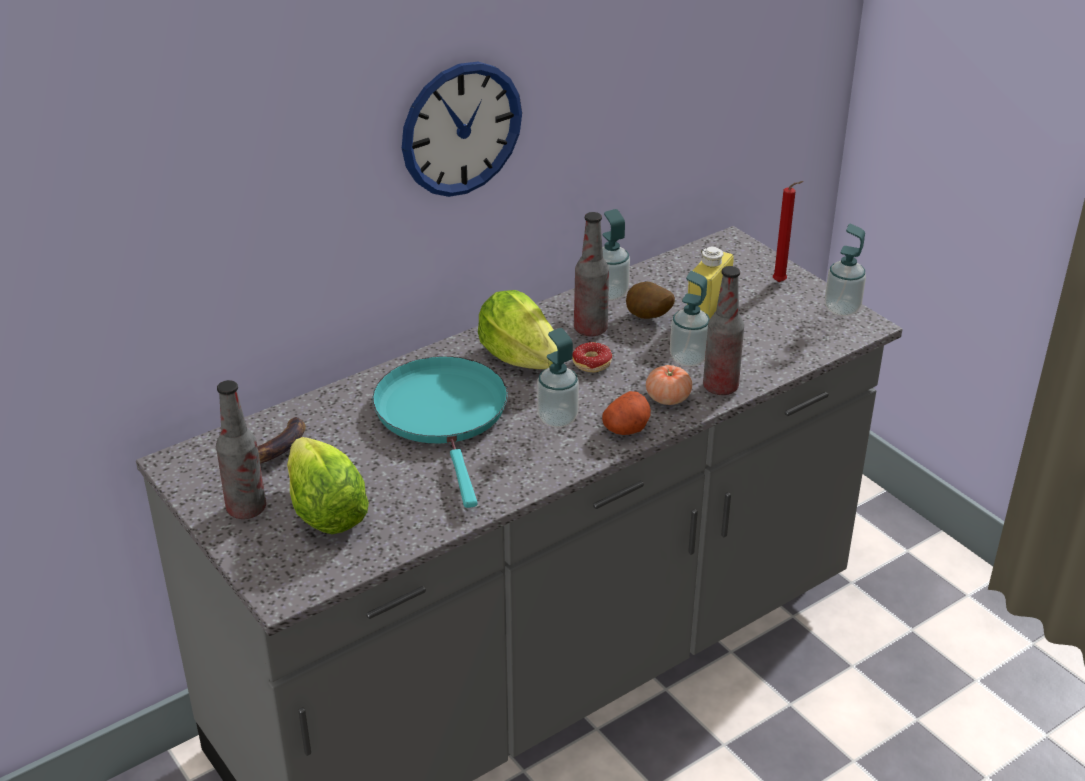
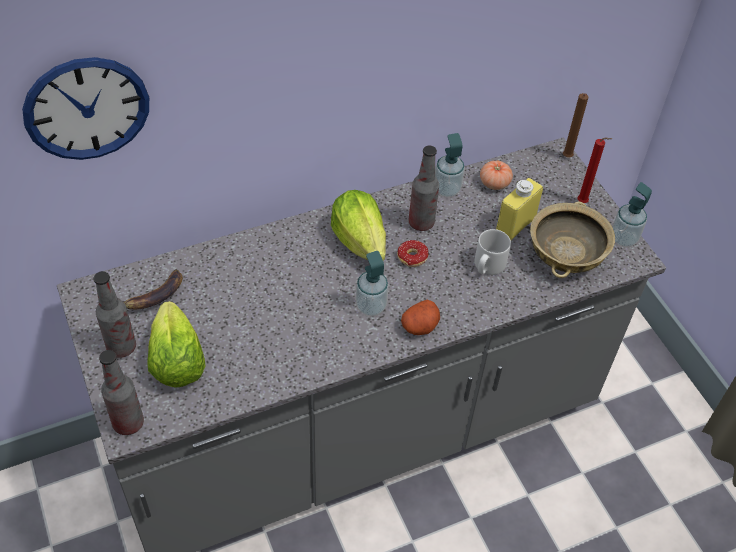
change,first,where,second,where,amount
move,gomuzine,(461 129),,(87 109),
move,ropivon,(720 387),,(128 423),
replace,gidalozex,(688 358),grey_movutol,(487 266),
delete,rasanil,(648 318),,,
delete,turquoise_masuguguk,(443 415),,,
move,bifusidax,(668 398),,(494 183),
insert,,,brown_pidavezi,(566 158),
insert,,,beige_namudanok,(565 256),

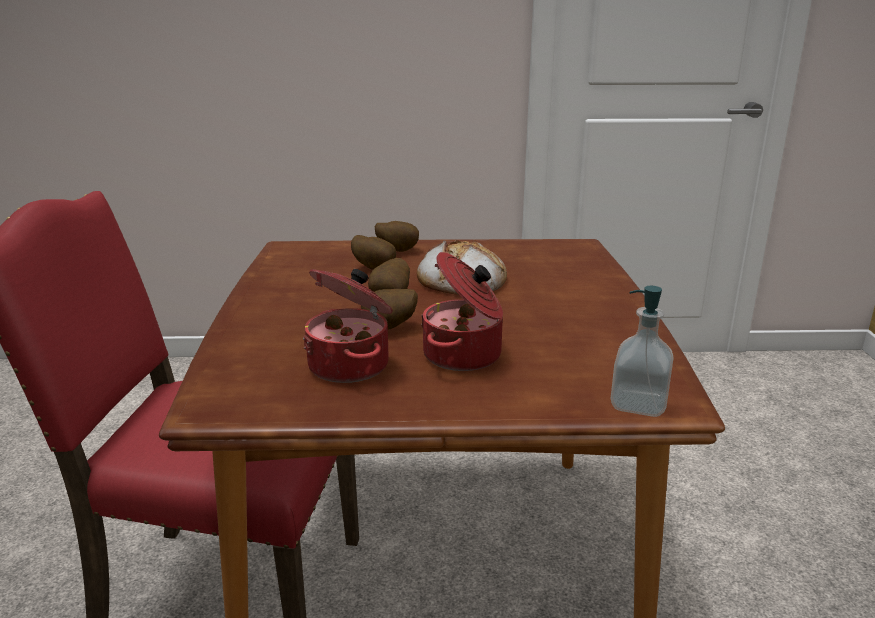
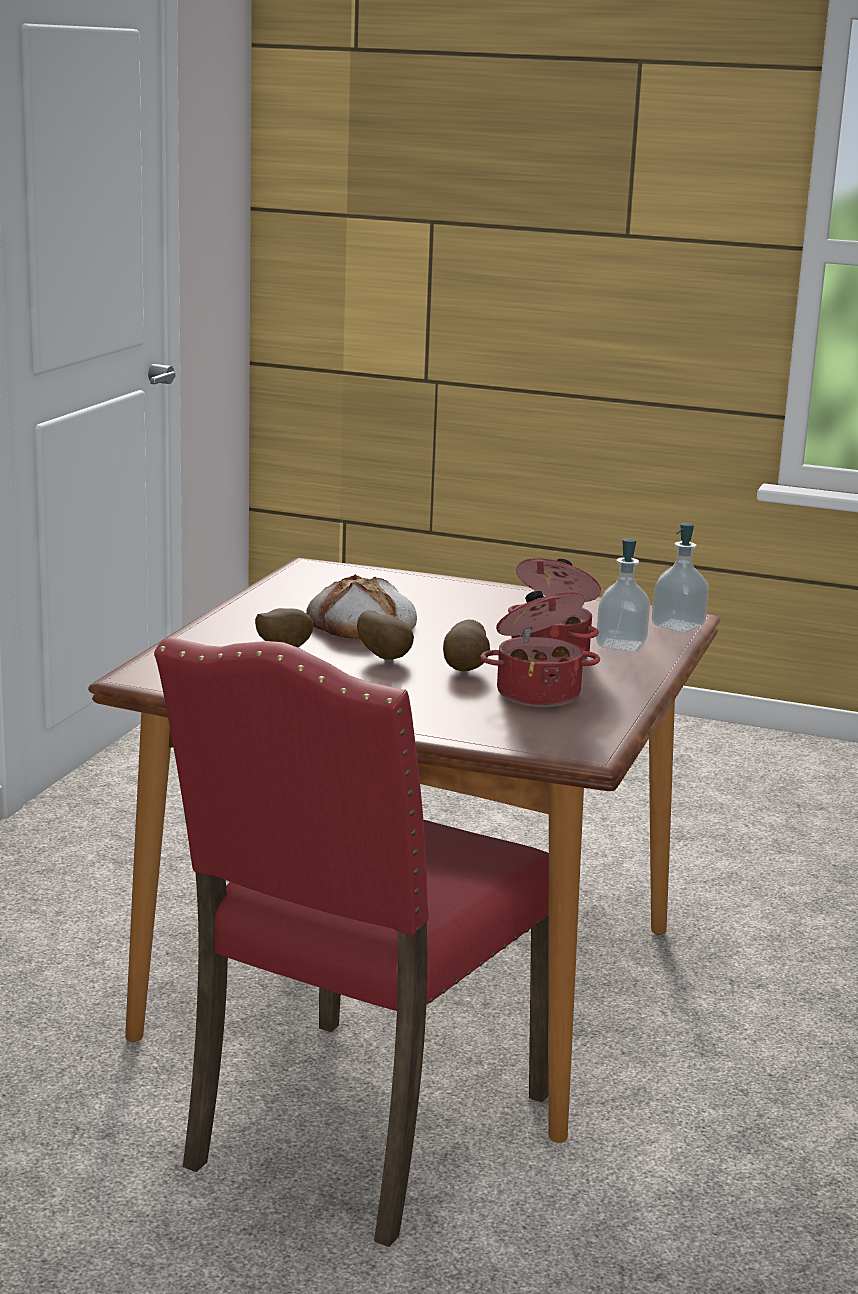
change,first,where,second,where,amount
delete,rasanil,(397 250),,,
insert,,,gidalozex,(621 645),

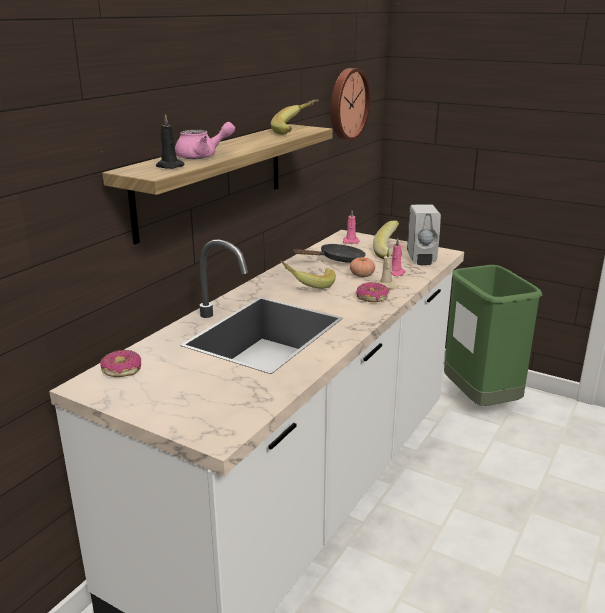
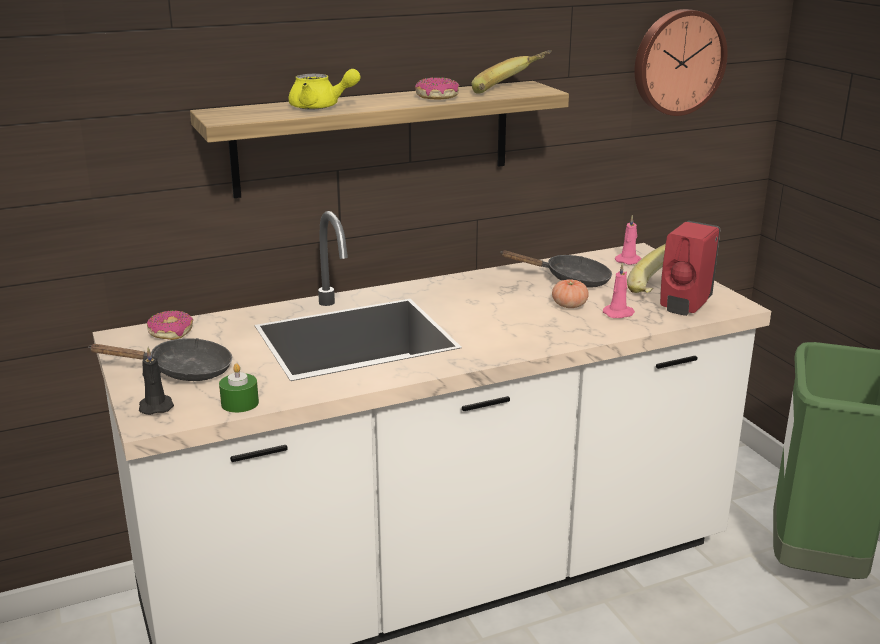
change,first,where,second,where,amount
move,black_pidavezi,(168 166),,(156 406),
recolor,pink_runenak,(202 156),yellow_runenak,(321 107),
recolor,white_gidalozex,(421 260),red_gidalozex,(684 306),
delete,beige_pidavezi,(387 286),,,
delete,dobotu,(308 285),,,
move,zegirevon,(372 298),,(437 97),
insert,,,black_masuguguk,(182 371),
insert,,,green_pidavezi,(240 403),

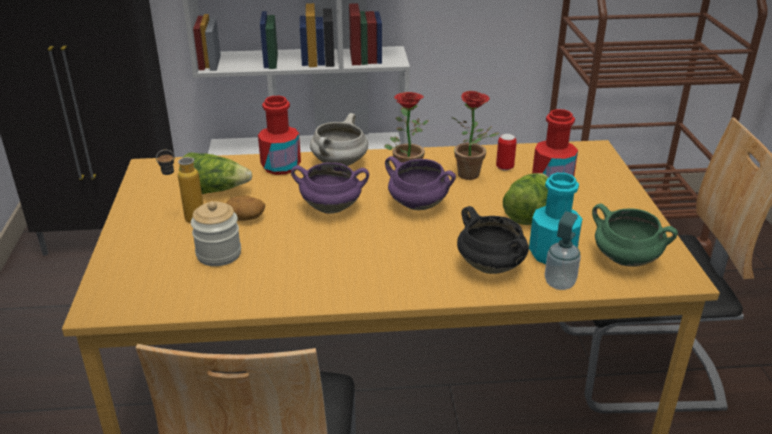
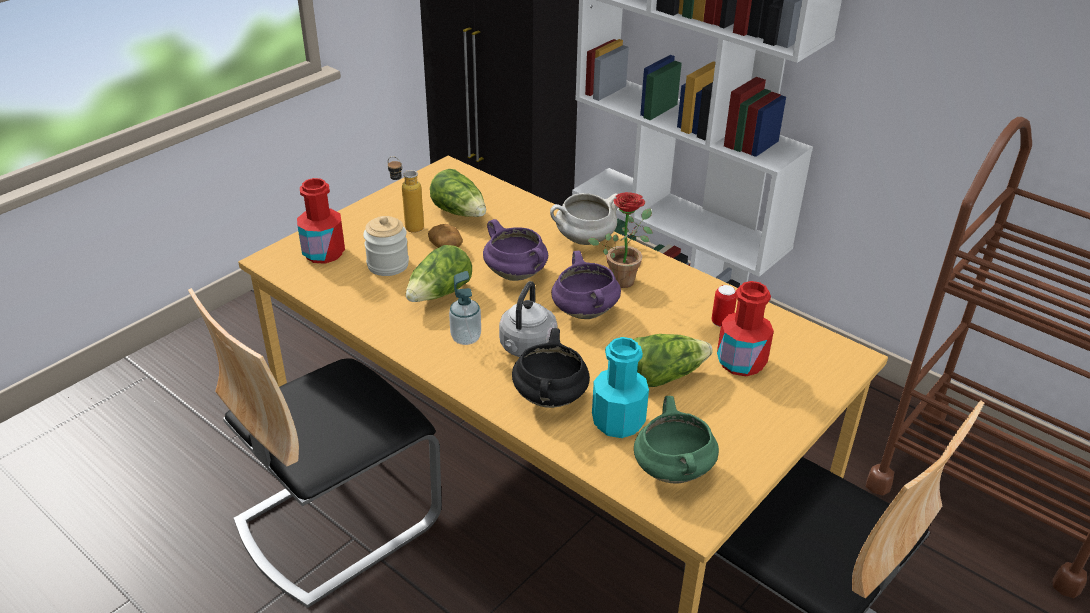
change,first,where,second,where,amount
delete,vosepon,(473 176),,,
move,red_ropivon,(281 166),,(324 253),
move,gidalozex,(559 283),,(466 338),
insert,,,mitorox,(439 294),
insert,,,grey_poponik,(526 348),

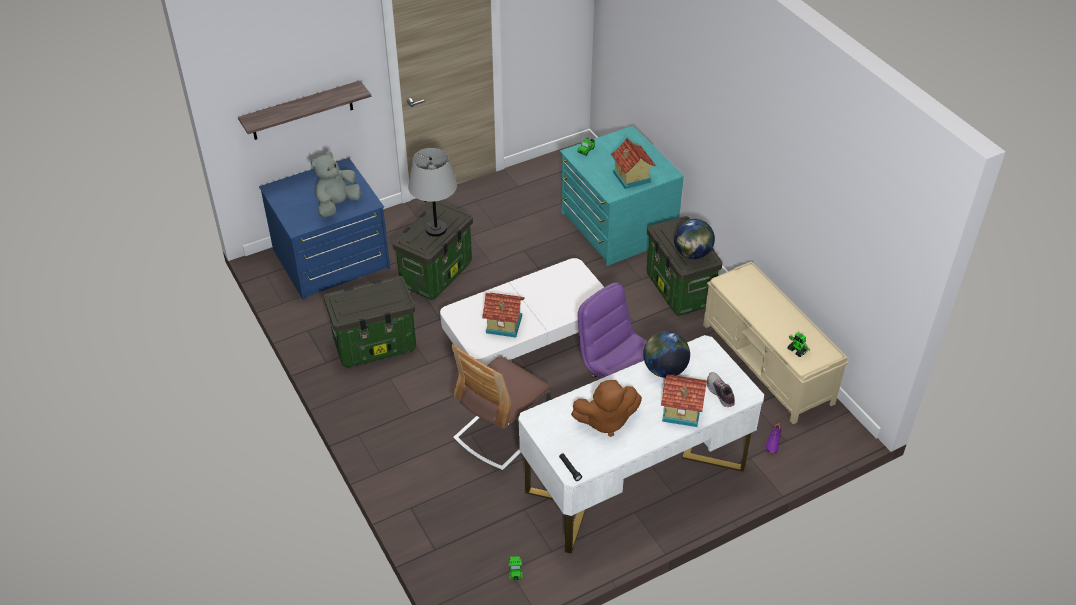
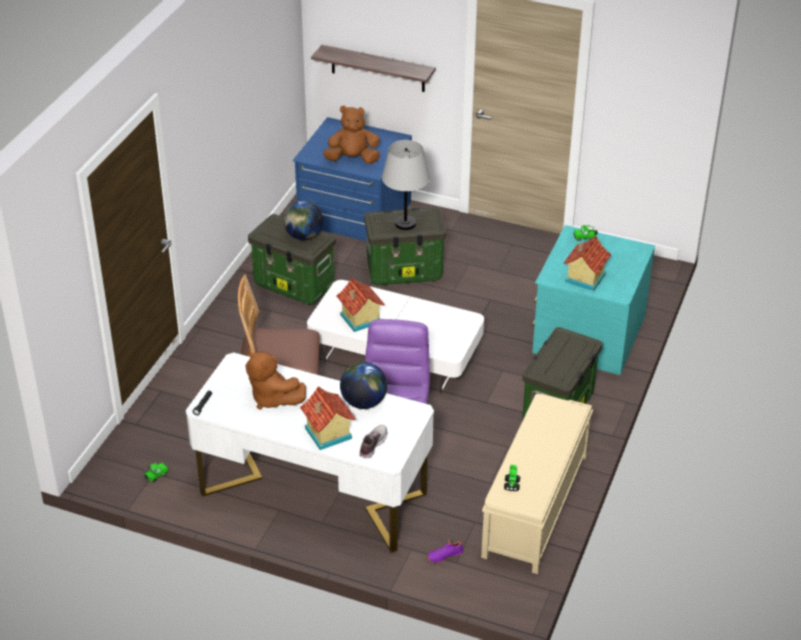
change,first,where,second,where,amount
recolor,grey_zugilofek,(337 205),brown_zugilofek,(352 159),
move,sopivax,(692 254),,(303 236),

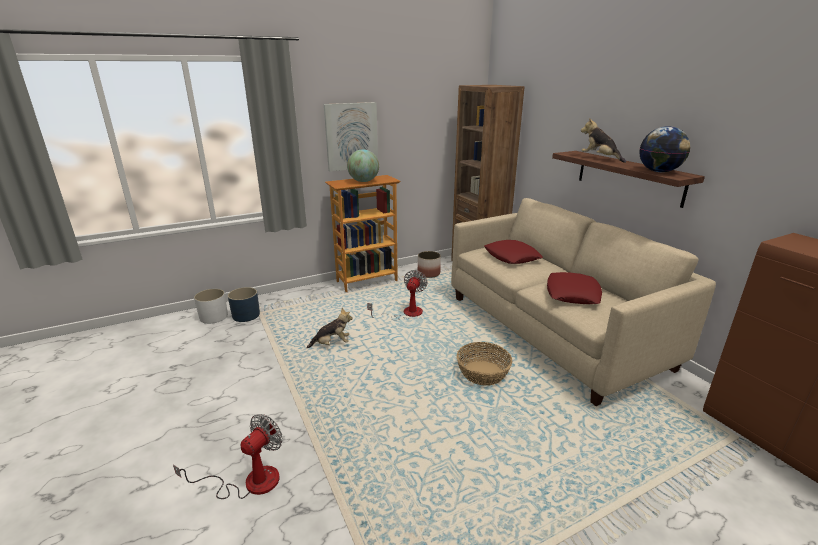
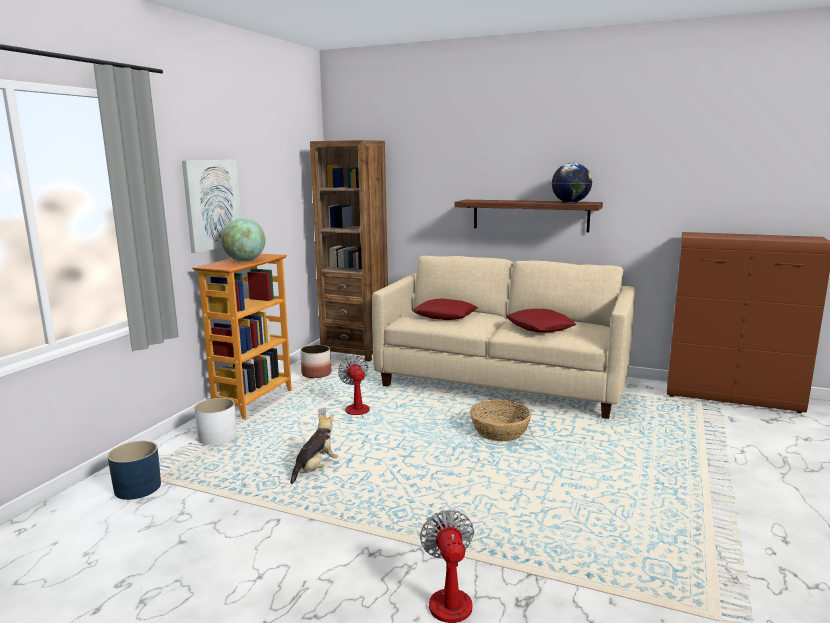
change,first,where,second,where,amount
delete,zugilofek,(600 158),,,
move,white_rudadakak,(214 316),,(217 437),

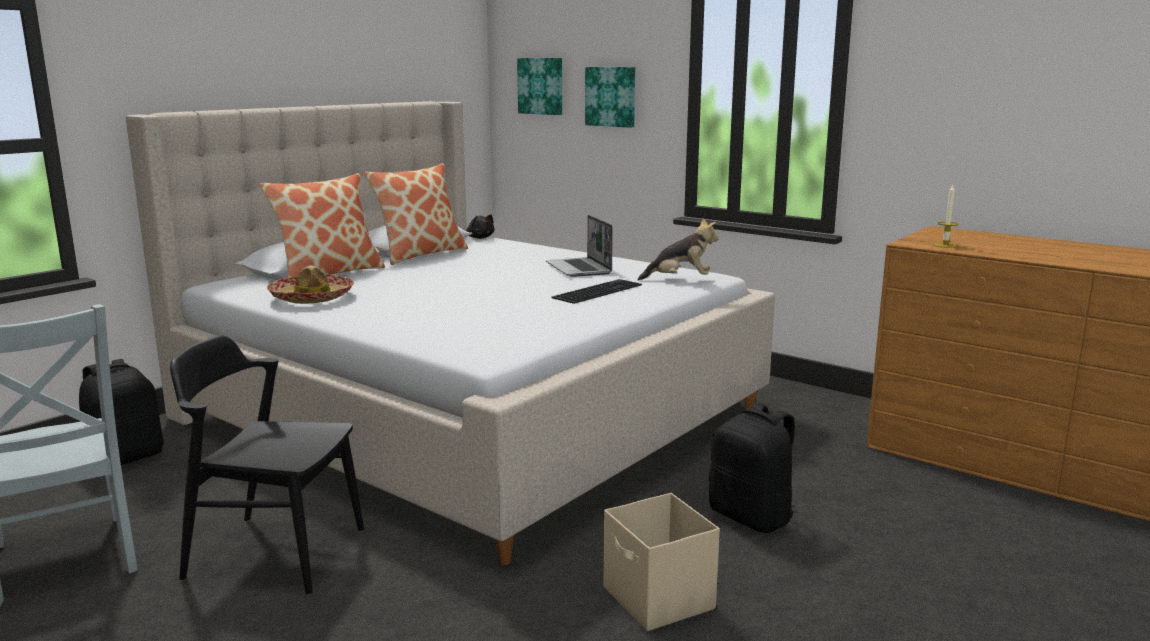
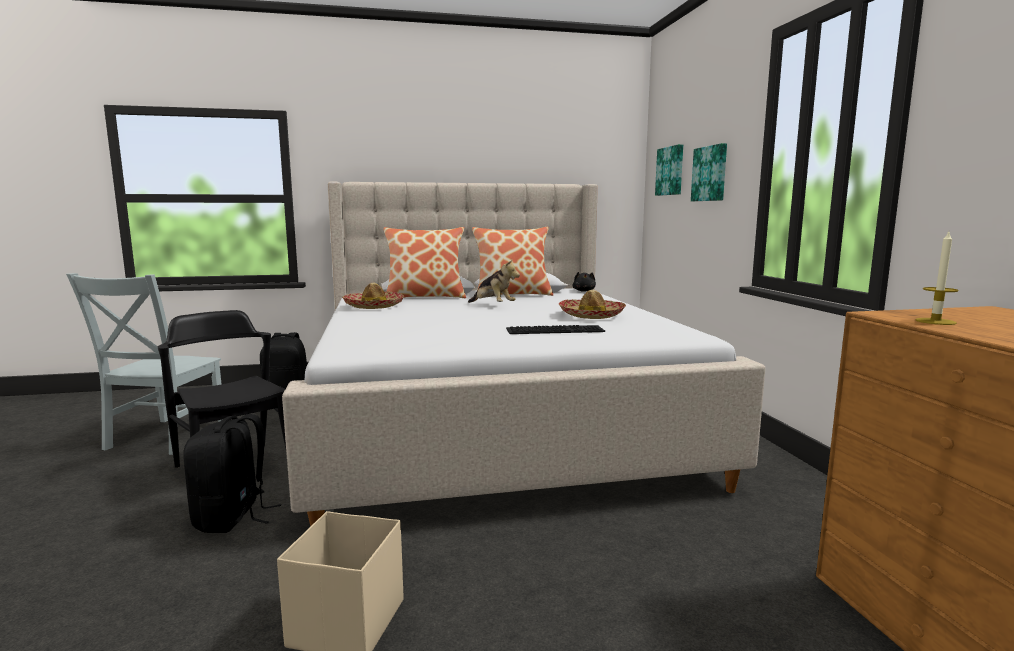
change,first,where,second,where,amount
replace,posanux,(579 269),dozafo,(591 315),
move,zugilofek,(680 280),,(493 305),
move,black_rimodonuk,(752 517),,(232 517),

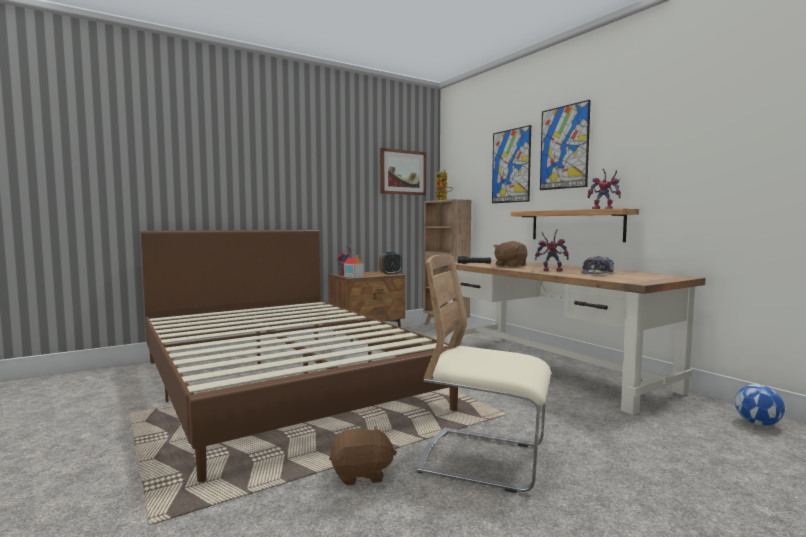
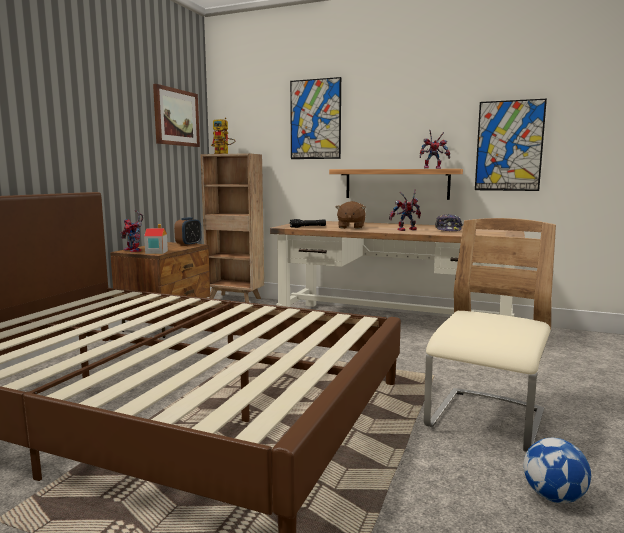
change,first,where,second,where,amount
move,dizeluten,(564 147),,(509 146),
rotate,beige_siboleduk,(483 459),,(486 421),135 degrees clockwise
move,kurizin,(757 424),,(553 497),
delete,brown_zugilofek,(361 474),,,

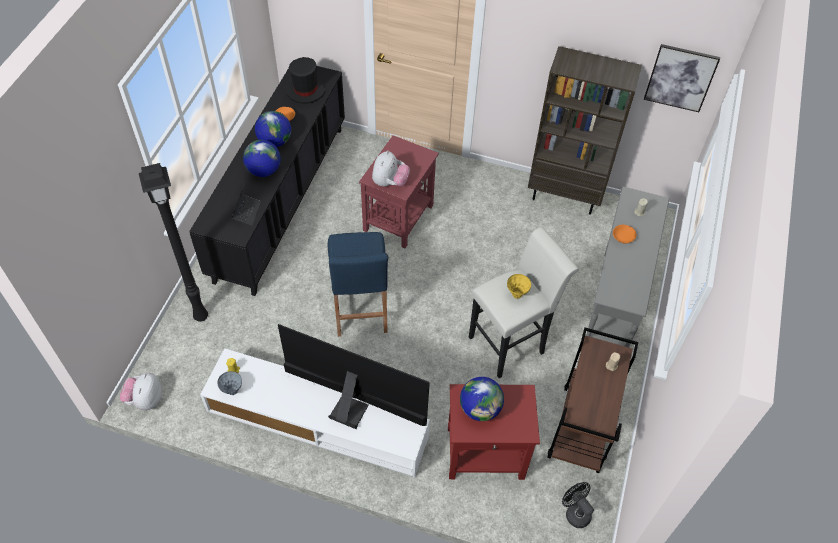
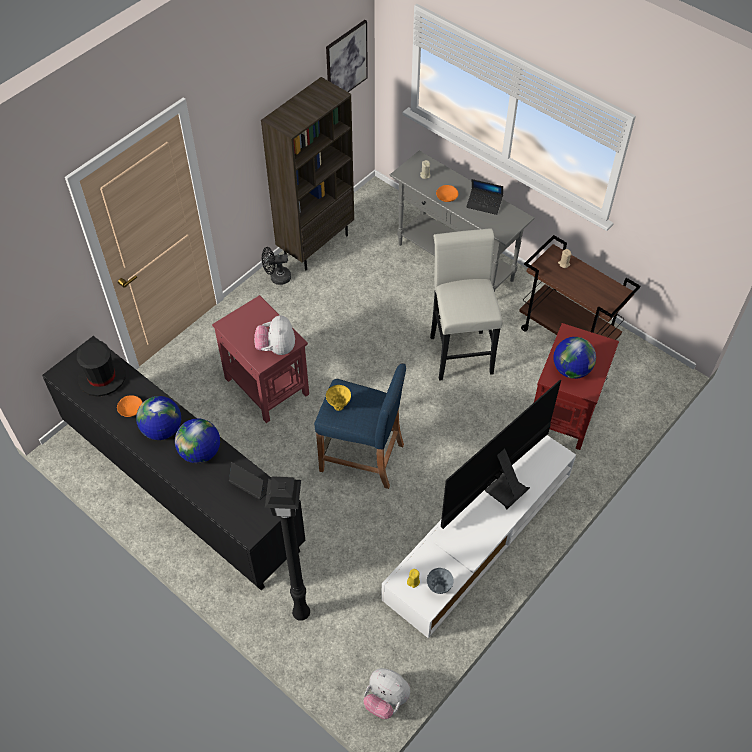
change,first,where,second,where,amount
rotate,zugilofek,(389 182),,(276 348),135 degrees counterclockwise
move,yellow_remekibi,(516 295),,(339 407),
move,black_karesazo,(575 512),,(277 278),
insert,,,posanux,(484 204),

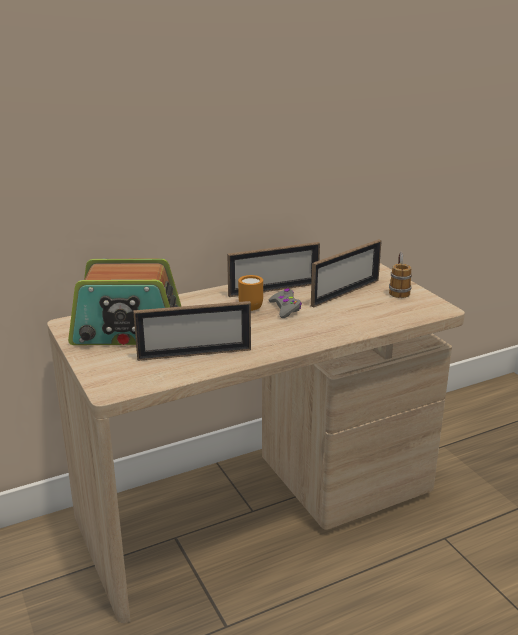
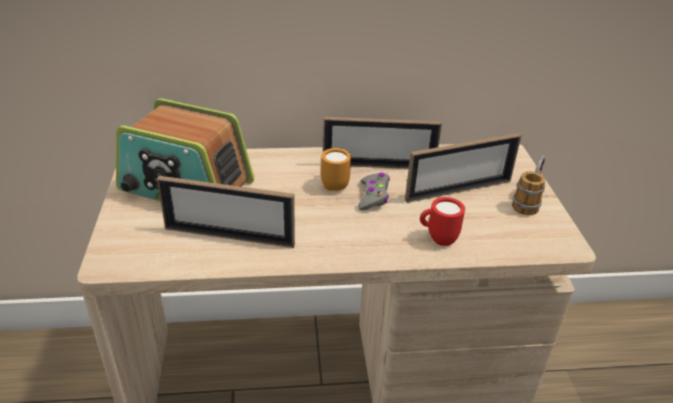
change,first,where,second,where,amount
insert,,,red_movutol,(437 239),

